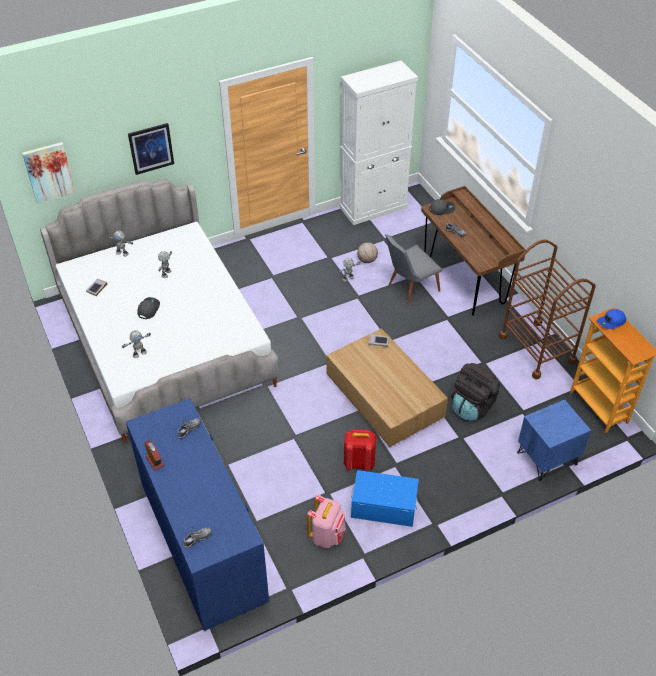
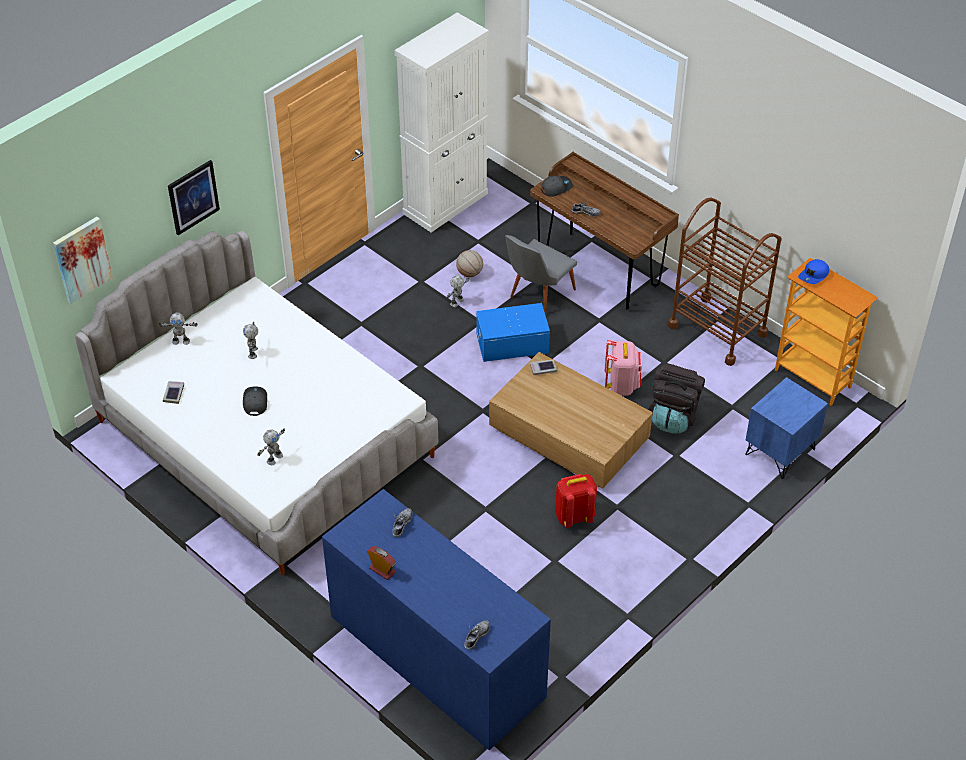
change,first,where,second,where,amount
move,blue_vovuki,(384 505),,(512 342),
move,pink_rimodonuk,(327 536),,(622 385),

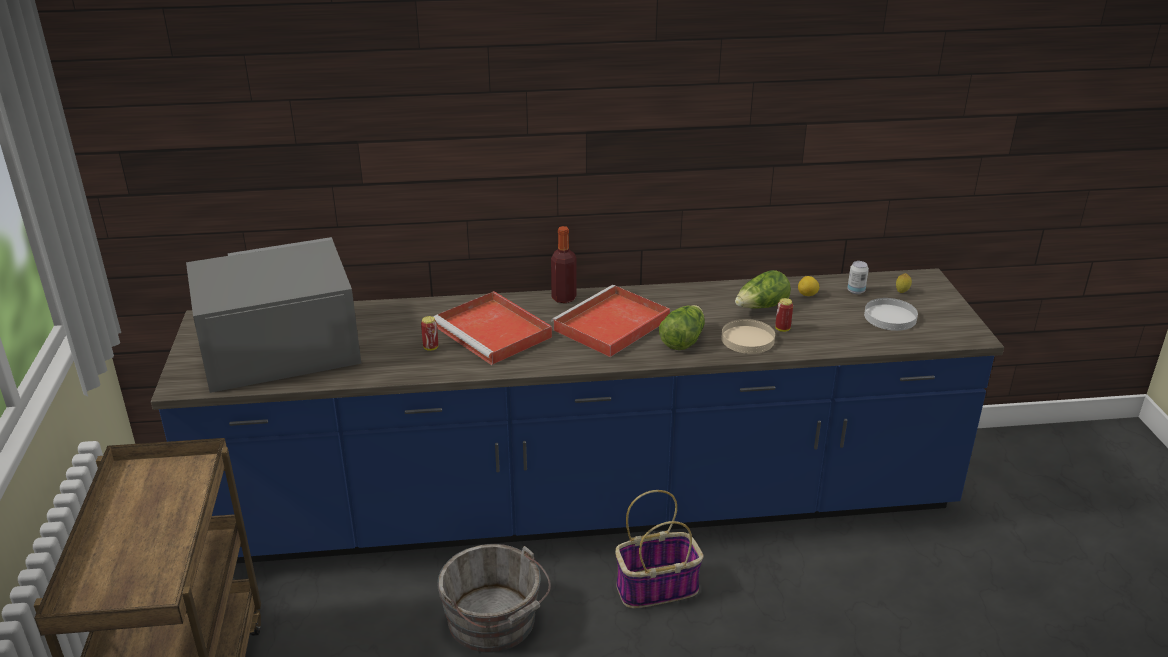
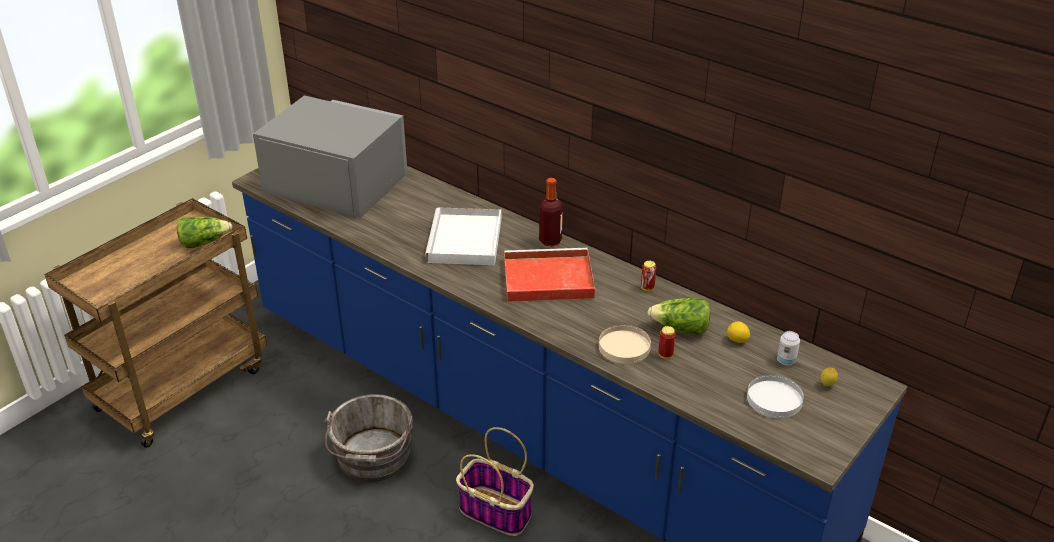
change,first,where,second,where,amount
recolor,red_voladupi,(495 332),white_voladupi,(466 241),
move,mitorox,(682 340),,(204 242),
move,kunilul,(431 348),,(647 288),

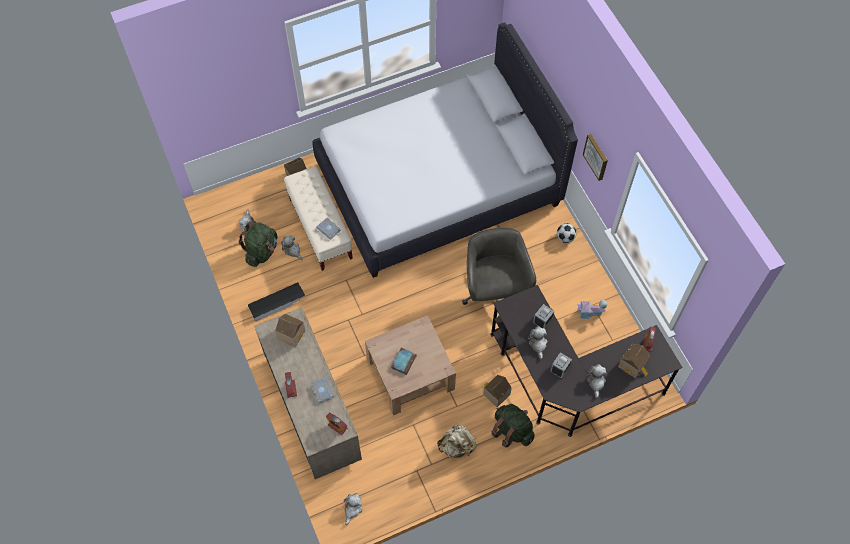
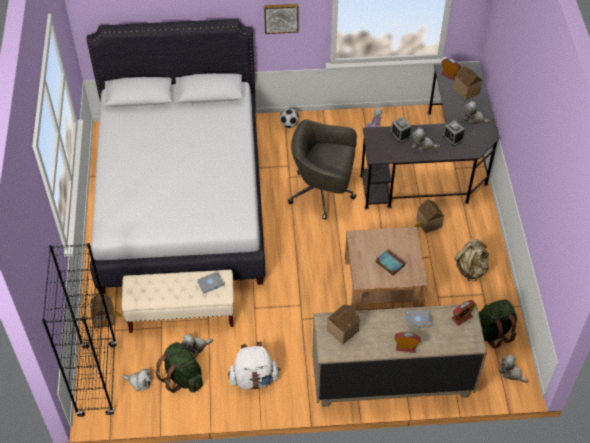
change,first,where,second,where,amount
replace,black_vovuki,(277 303),white_rimodonuk,(254 378),
move,green_rimodonuk,(512 430),,(492 332),
insert,,,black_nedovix,(97 380),

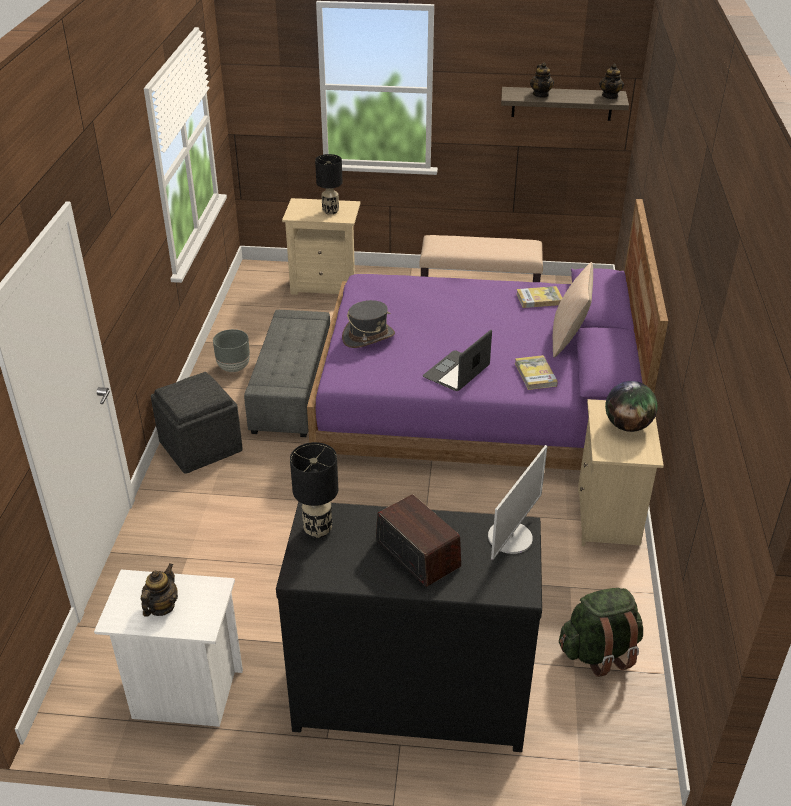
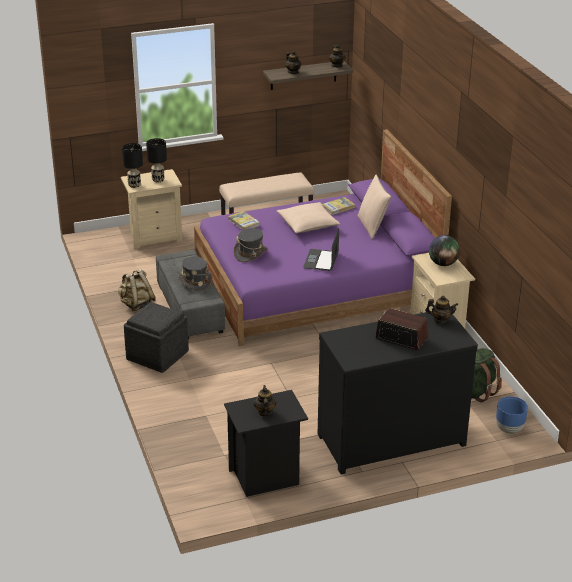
change,first,where,second,where,amount
replace,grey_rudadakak,(233 368),beige_rimodonuk,(136 304),
move,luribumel,(535 374),,(244 222),
move,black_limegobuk,(318 529),,(134 185),
replace,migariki,(511 538),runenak,(440 320),
recolor,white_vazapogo,(183 694),black_vazapogo,(265 477),
insert,,,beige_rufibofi,(308 224),
insert,,,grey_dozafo,(195 281),
insert,,,blue_rudadakak,(509 429),

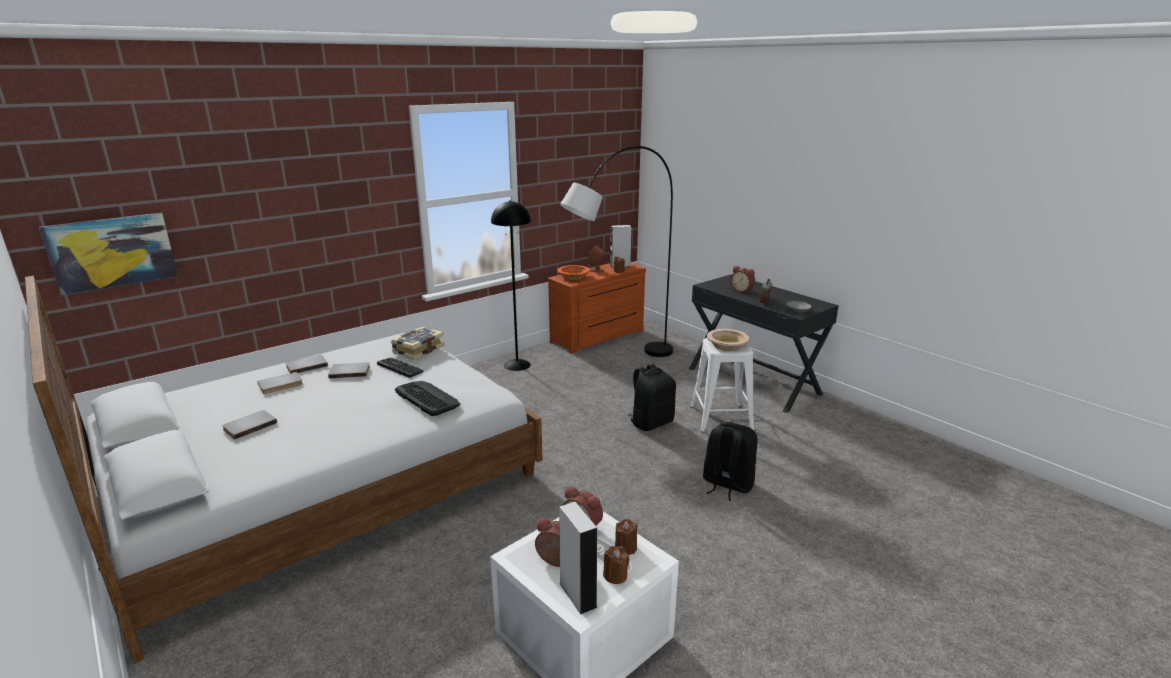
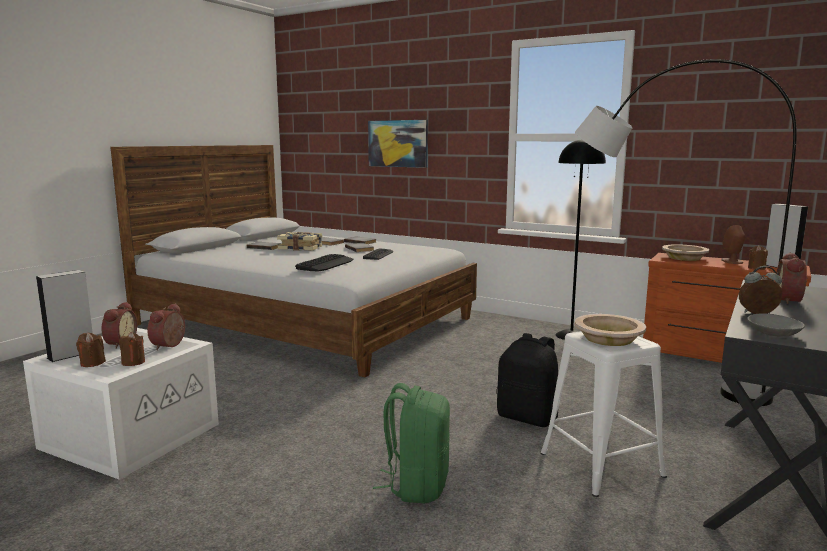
change,first,where,second,where,amount
move,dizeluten,(112 252),,(398 143),
recolor,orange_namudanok,(573 276),beige_namudanok,(684 258),
move,luribumel,(418 350),,(301 248),
recolor,black_rimodonuk,(727 484),green_rimodonuk,(417 485),

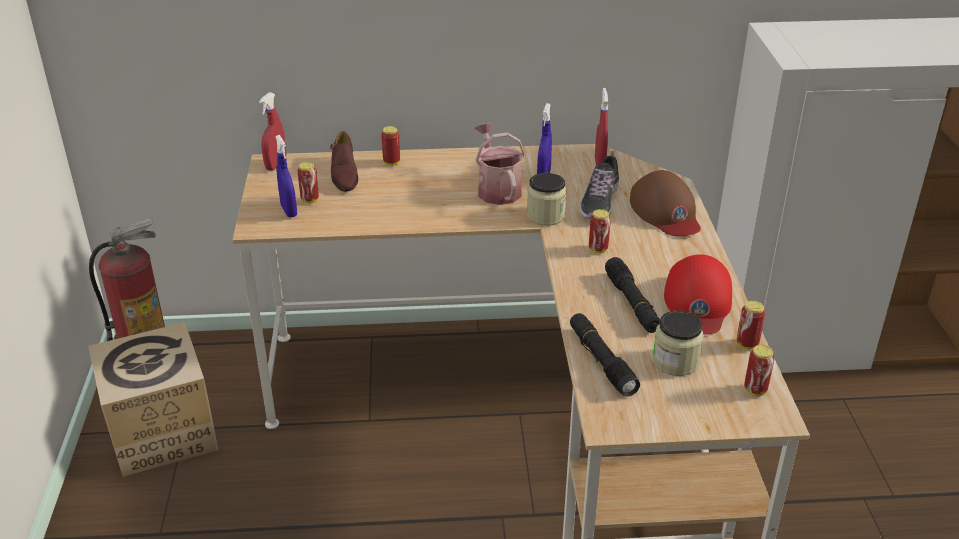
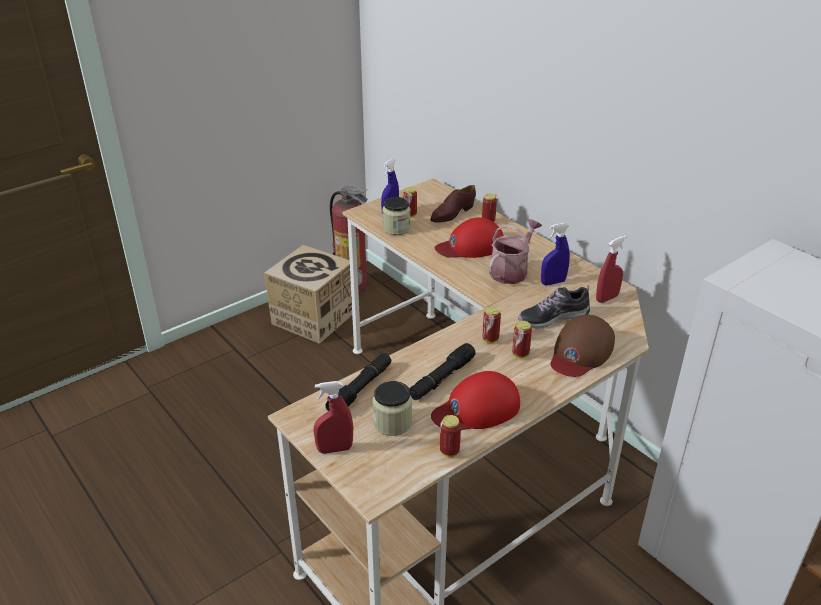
change,first,where,second,where,amount
move,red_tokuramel,(276 165),,(335 449),
move,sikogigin,(545 216),,(396 228),
move,kunilul,(755 390),,(520 354),
insert,,,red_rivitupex,(470 246),

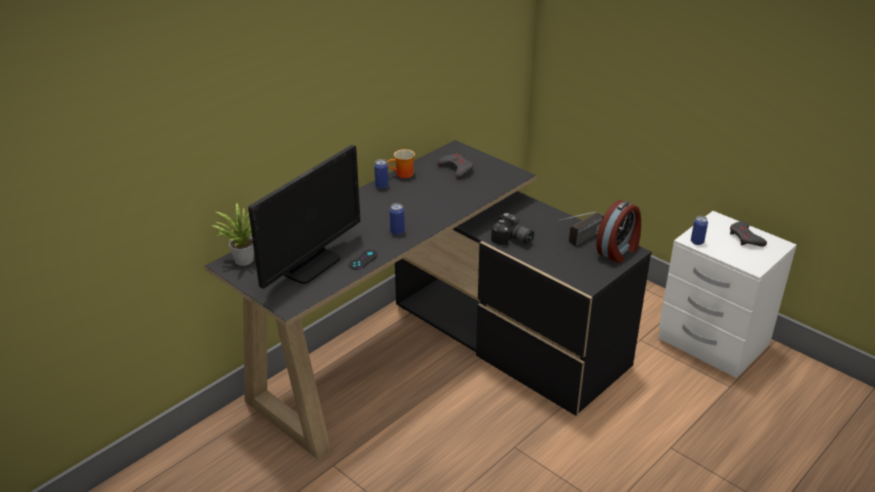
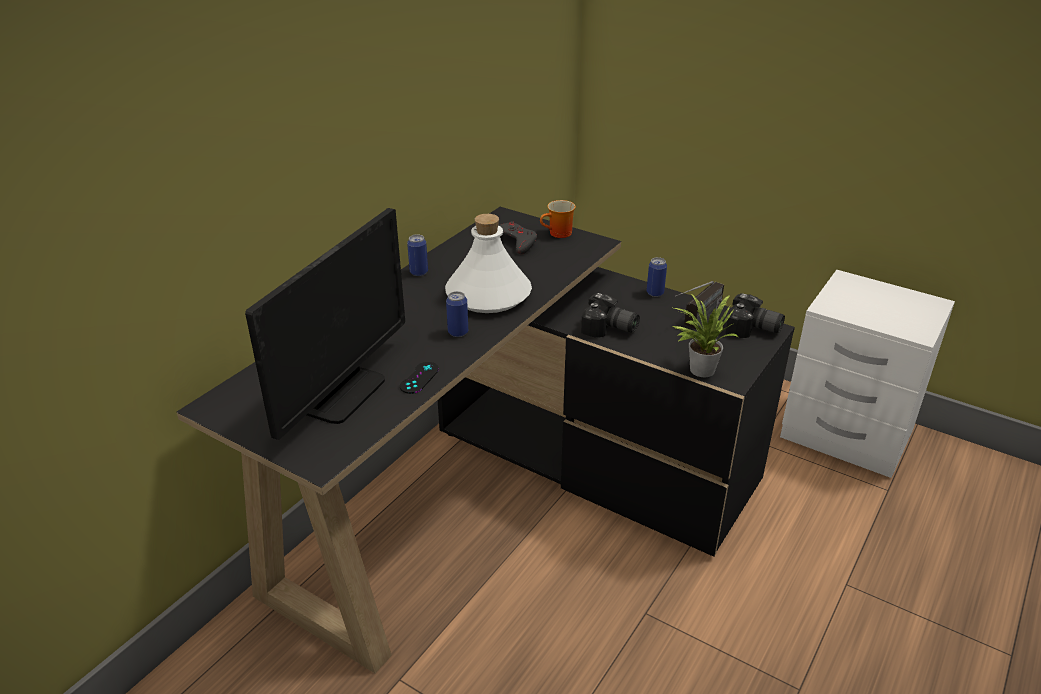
change,first,where,second,where,amount
move,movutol,(403 175),,(559 234),
replace,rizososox,(618 251),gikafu,(753 330),
move,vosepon,(242 259),,(699 369),
move,kunilul,(697 242),,(655 293),
delete,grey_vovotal,(745 238),,,
insert,,,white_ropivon,(488 295),

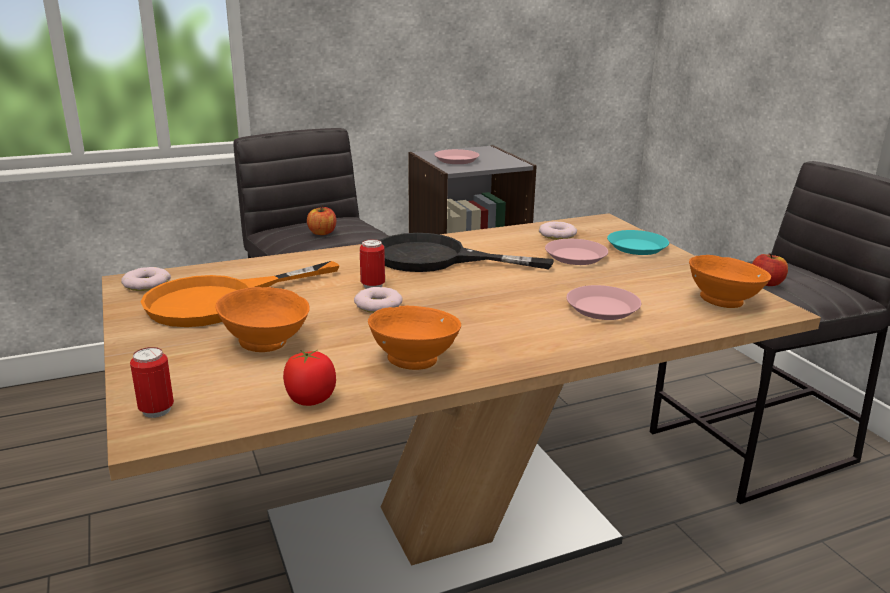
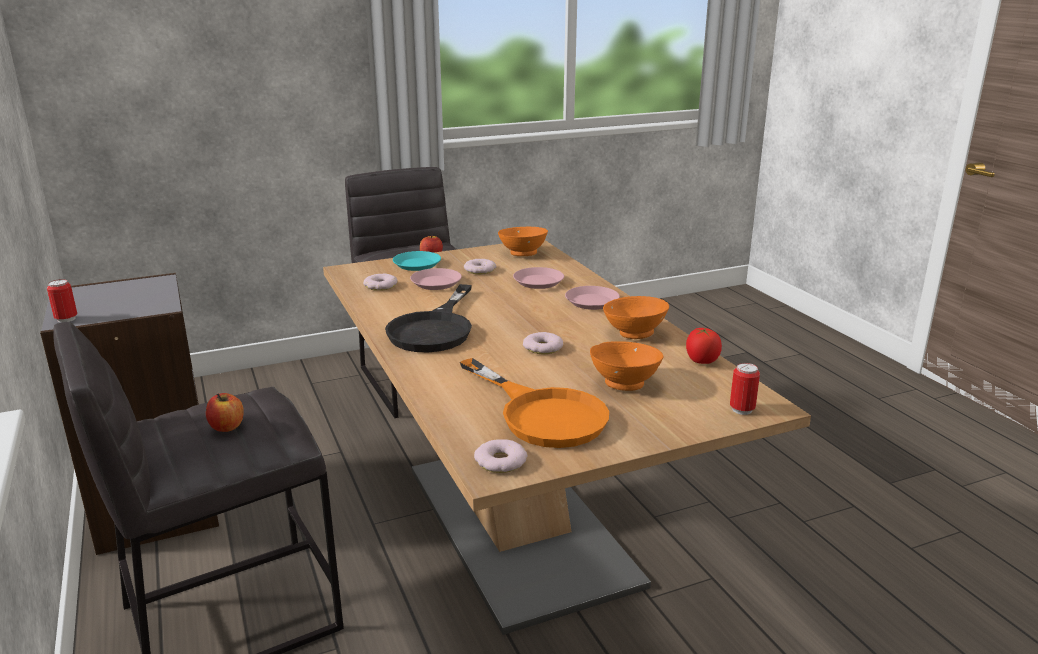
change,first,where,second,where,amount
move,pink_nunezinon,(457 160),,(592 302),
move,kunilul,(373 286),,(66 319),
insert,,,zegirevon,(480 270),

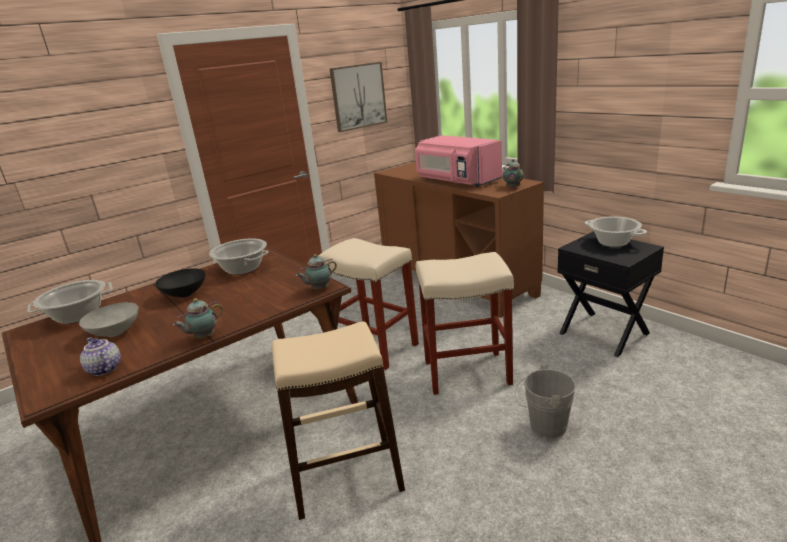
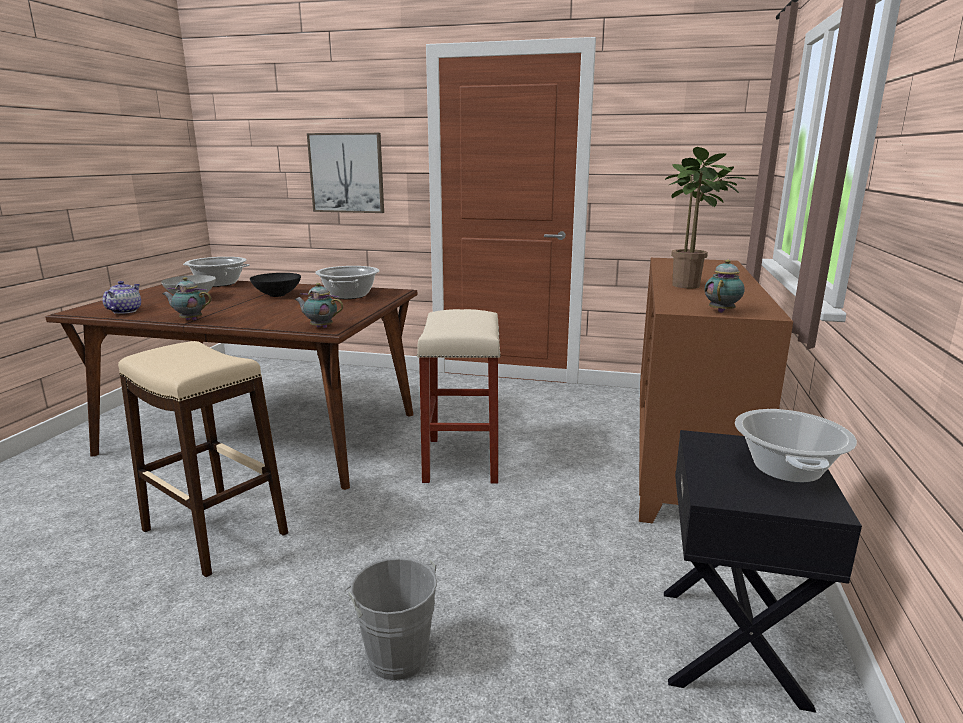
change,first,where,second,where,amount
move,dizeluten,(358 96),,(347 173),
replace,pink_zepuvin,(457 181),vosepon,(690 286),
delete,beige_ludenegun,(468 372),,,

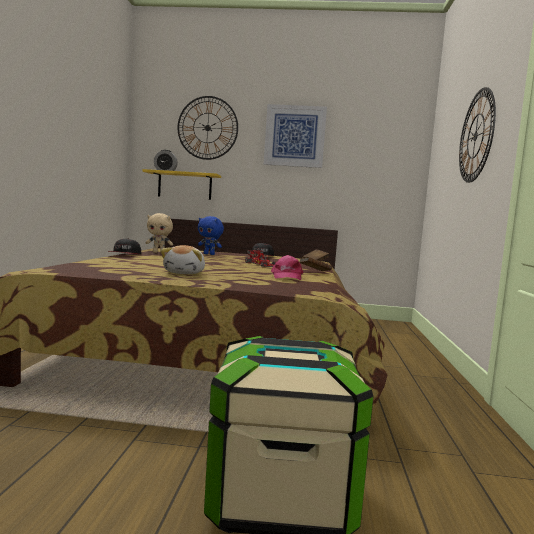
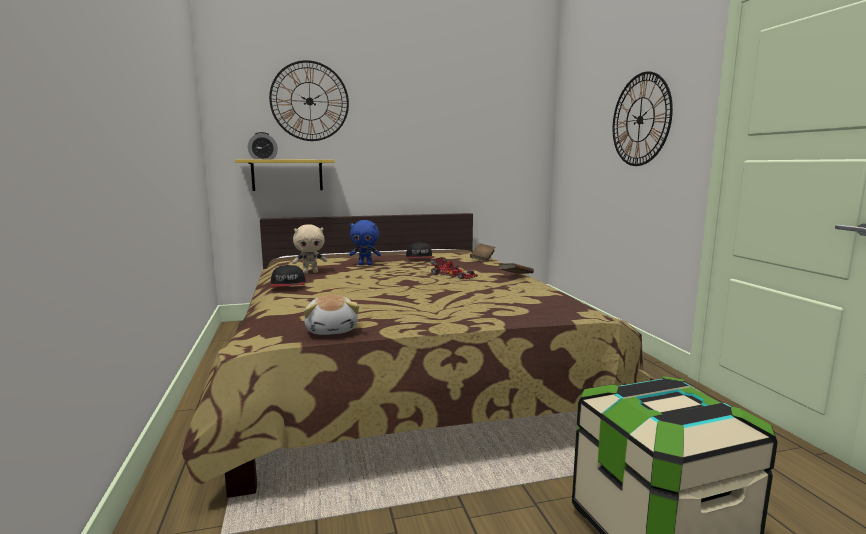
change,first,where,second,where,amount
delete,dizeluten,(294 136),,,
move,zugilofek,(185 273),,(332 330),
delete,pink_rivitupex,(286 276),,,

